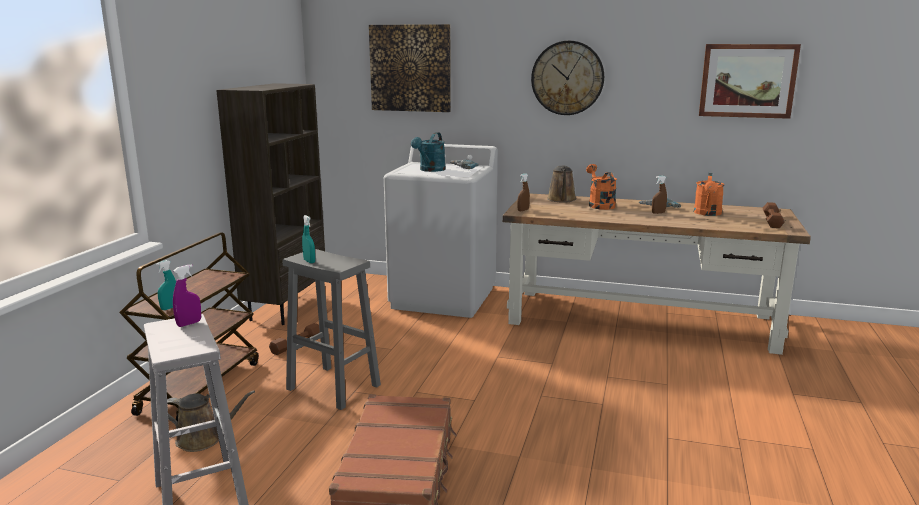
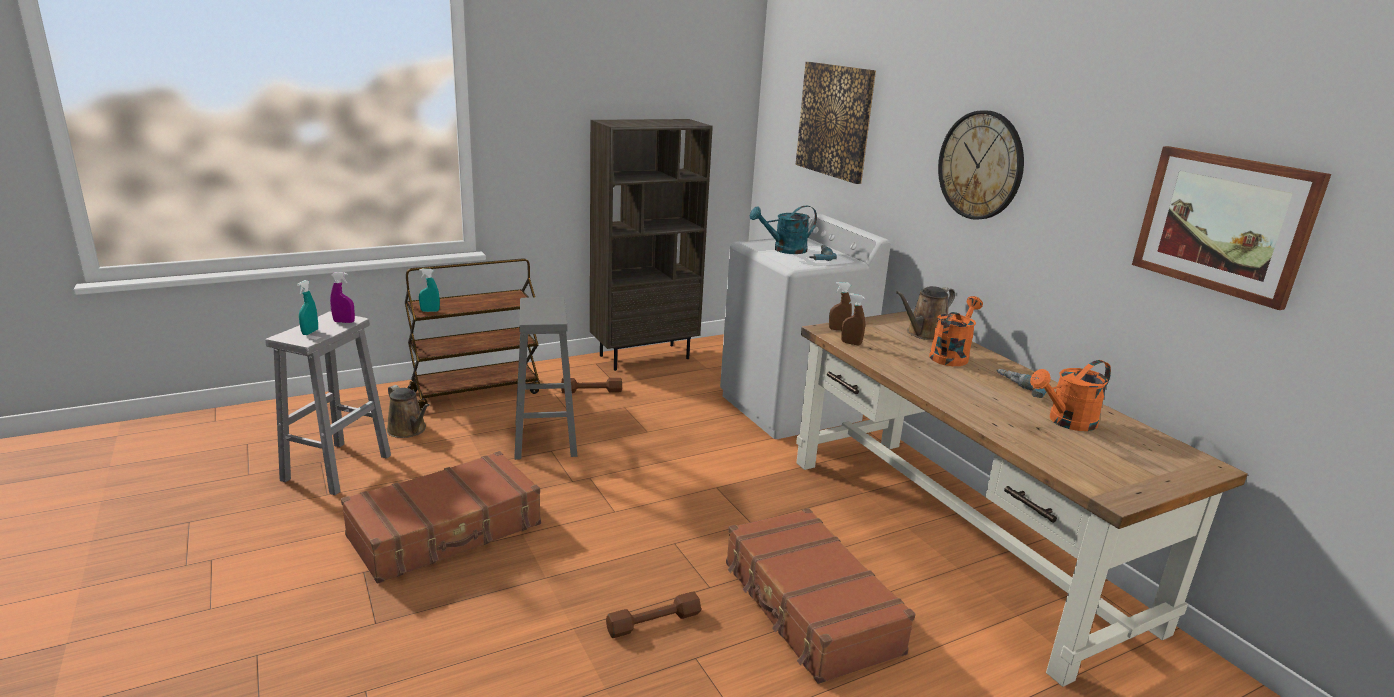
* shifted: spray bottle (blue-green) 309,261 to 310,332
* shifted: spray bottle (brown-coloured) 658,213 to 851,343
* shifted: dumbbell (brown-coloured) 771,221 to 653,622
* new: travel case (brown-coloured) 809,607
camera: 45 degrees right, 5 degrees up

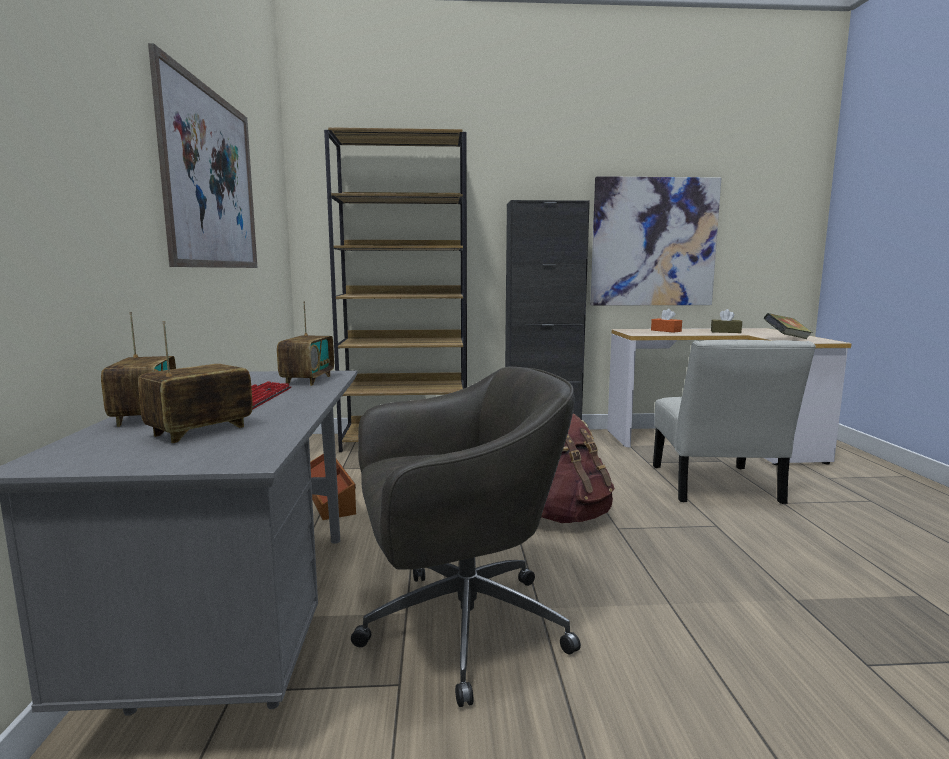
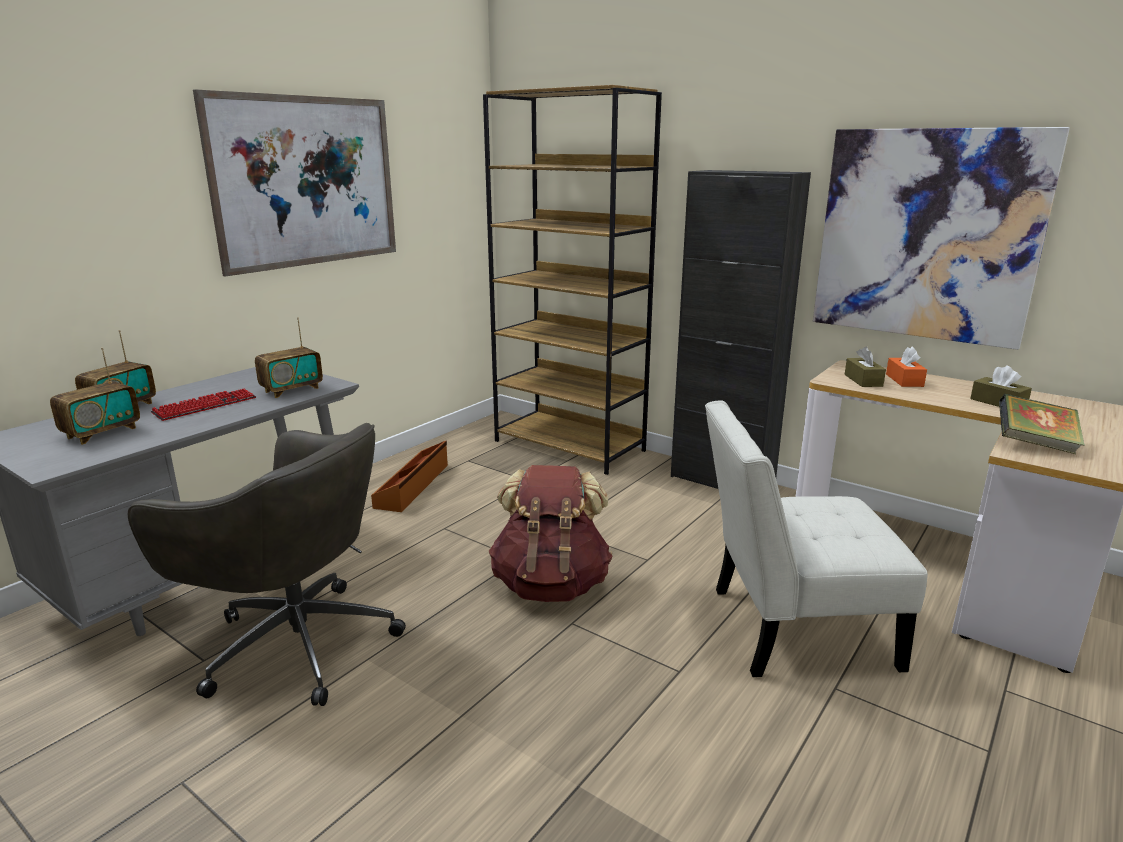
* rotated: radio set 200,431 = 102,433 135 degrees clockwise
* rotated: upright chair (white-coloured) 716,487 = 791,628 45 degrees clockwise
* new: tissue box (brown-coloured) 863,380
camera: 40 degrees right, 10 degrees up

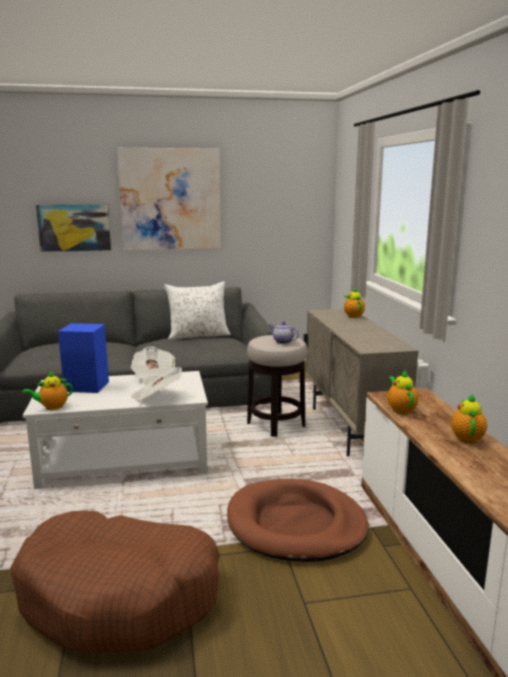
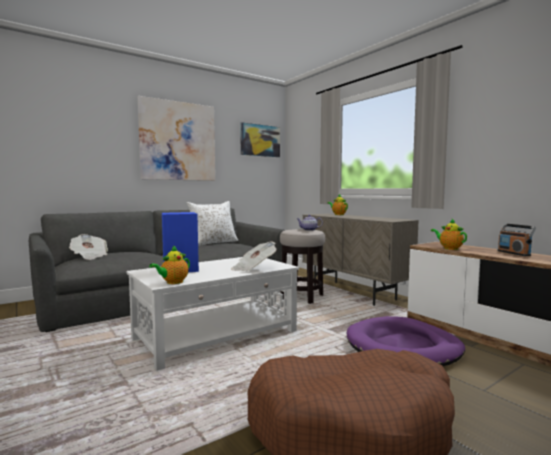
* shifted: wall picture 74,227 to 260,140
* shifted: newspaper 154,378 to 89,256
* repainted: dog cushion (brown-coloured) 296,525 to dog cushion (purple) 403,347
* swapped: tea pot 466,437 to radio set 514,253
camera: 25 degrees left, 10 degrees down

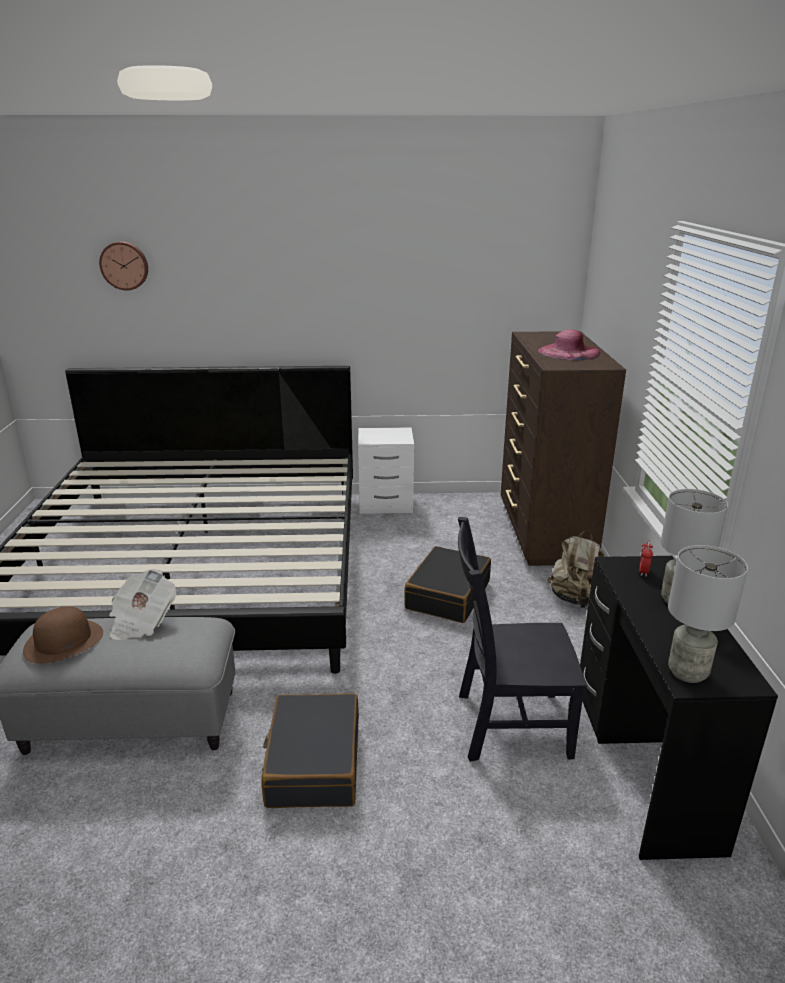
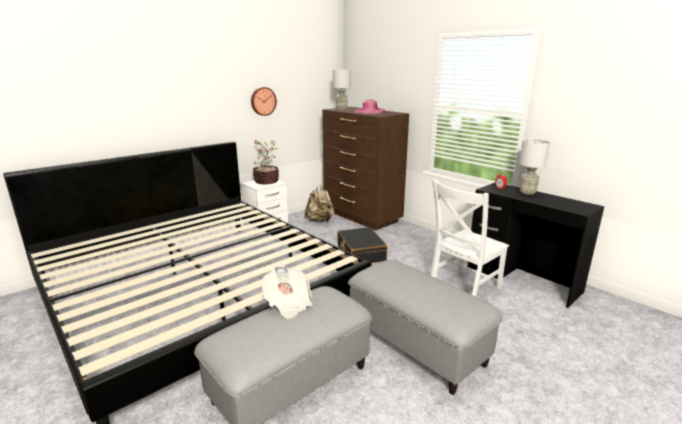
* gone: clothing hat (brown-coloured) 64,641
* shifted: hanging clock 124,265 to 263,101
* swapped: travel case (blackish) 313,763 to ottoman (greyish) 417,345
* repainted: upright chair (blackish) 507,724 to upright chair (white-coloured) 462,289
* shifted: backpack (sand-coloured) 575,599 to 320,221
* shifted: lamp for a table (greyish) 688,672 to 341,109
* new: houseplant 266,181
camera: 40 degrees left, 5 degrees down

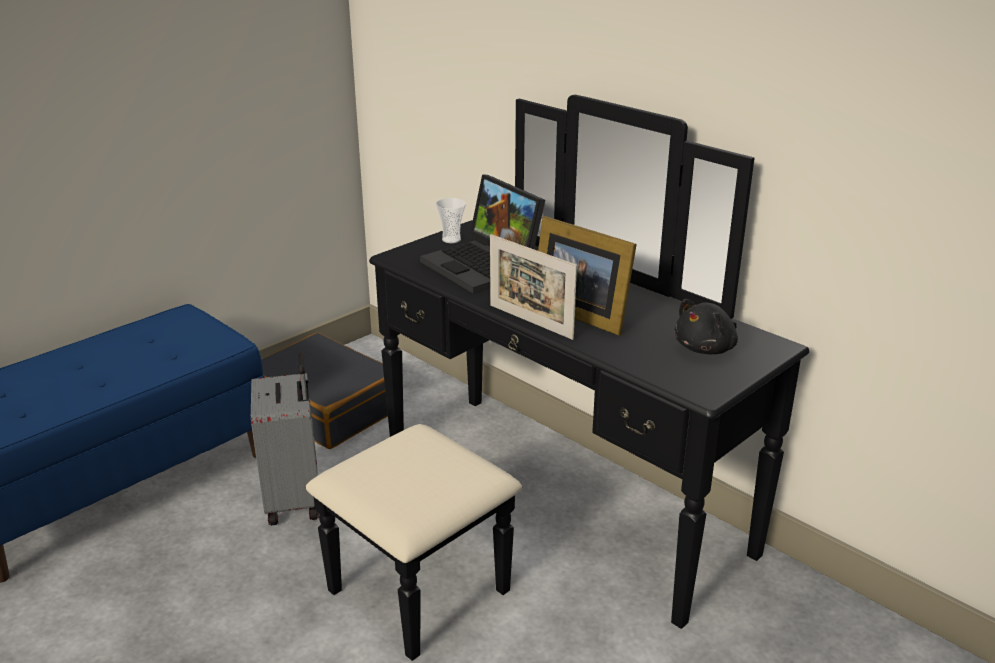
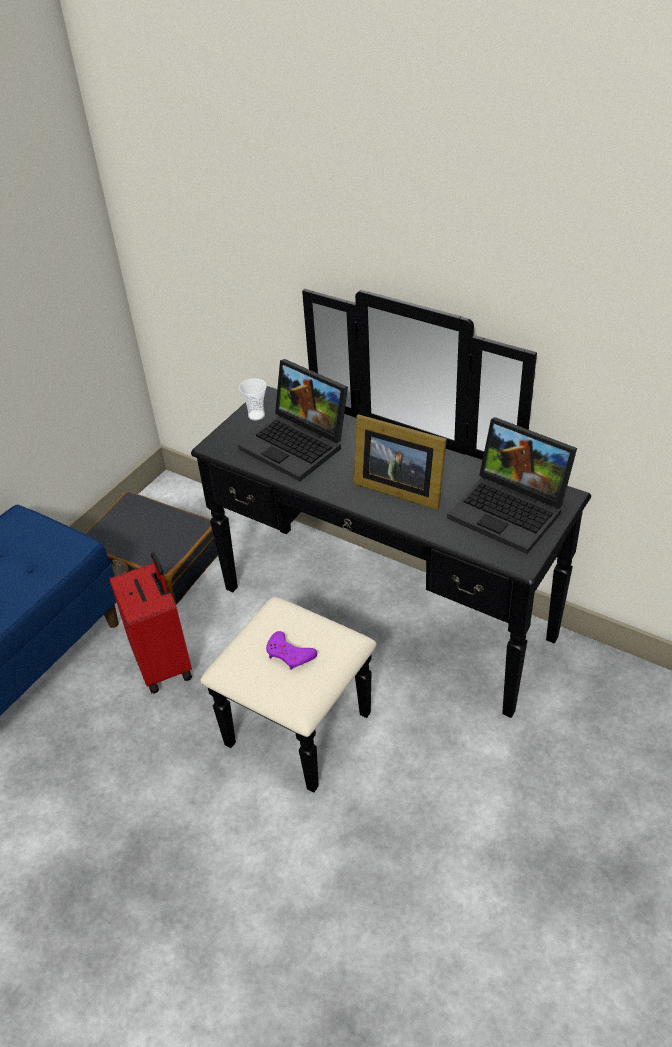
* repainted: travel case (greyish) 295,500 to travel case (red-coloured) 164,663
* gone: standing frame 530,321
* swapped: plush toy (blackish) 706,348 to laptop 511,511
* new: game controller (purple) 289,654
camera: 10 degrees left, 15 degrees up

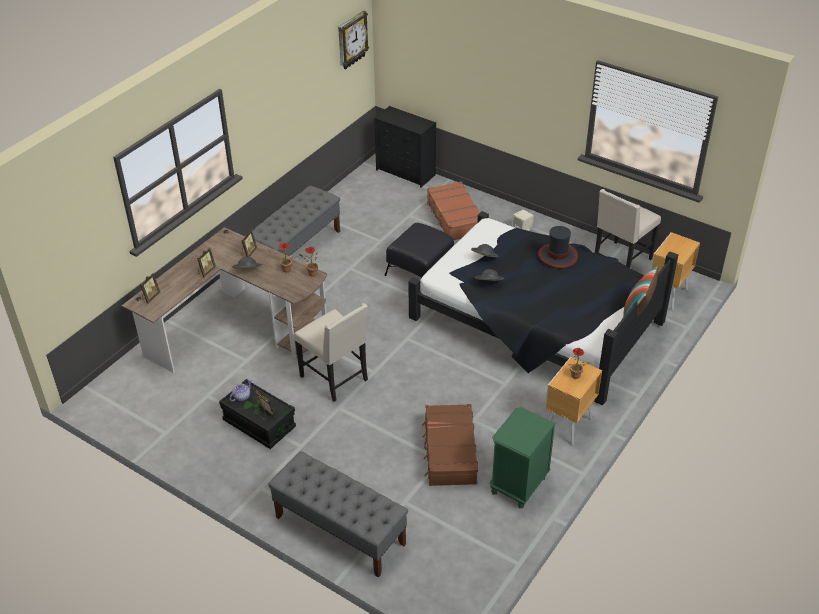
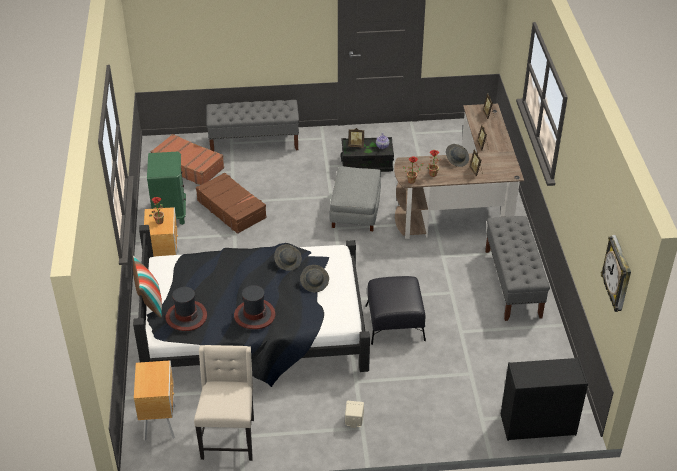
* swapped: upright chair (sand-coloured) 336,378 to ottoman (greyish) 355,211
* shifted: travel case (brown-coloured) 454,218 to 188,166
* new: clothing hat 186,316
camera: 140 degrees right, 0 degrees up

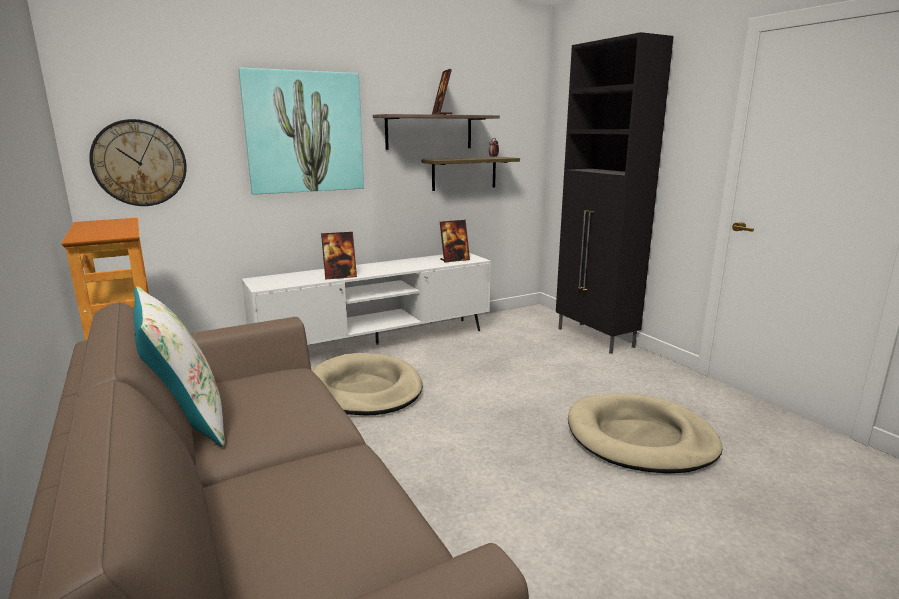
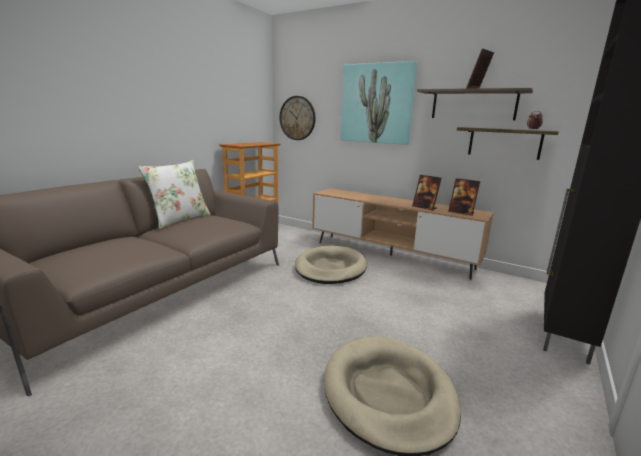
* repainted: tv stand (white-coloured) 377,344 to tv stand (brown-coloured) 390,255
* shifted: standing frame 340,276 to 424,207
camera: 60 degrees right, 0 degrees up

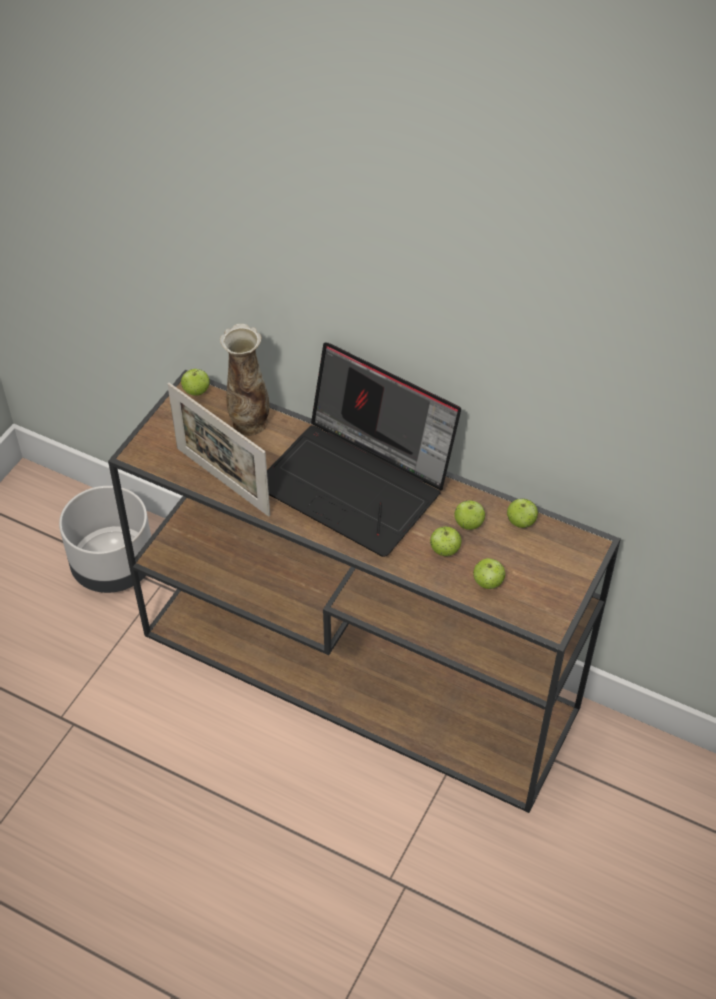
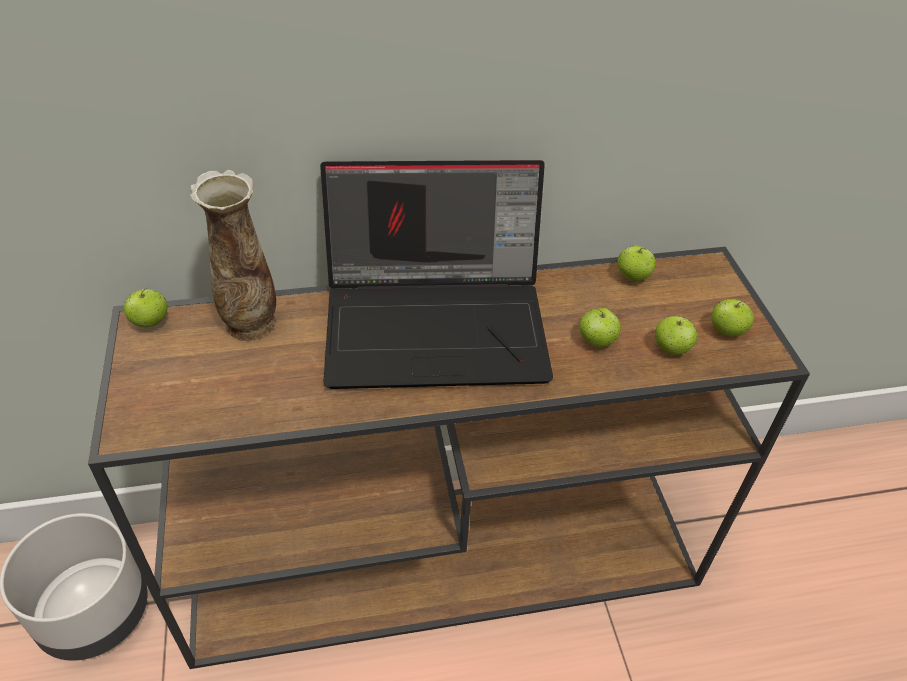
* gone: standing frame 222,481
* shifted: whole apple 468,524 to 726,331
camera: 40 degrees left, 5 degrees down

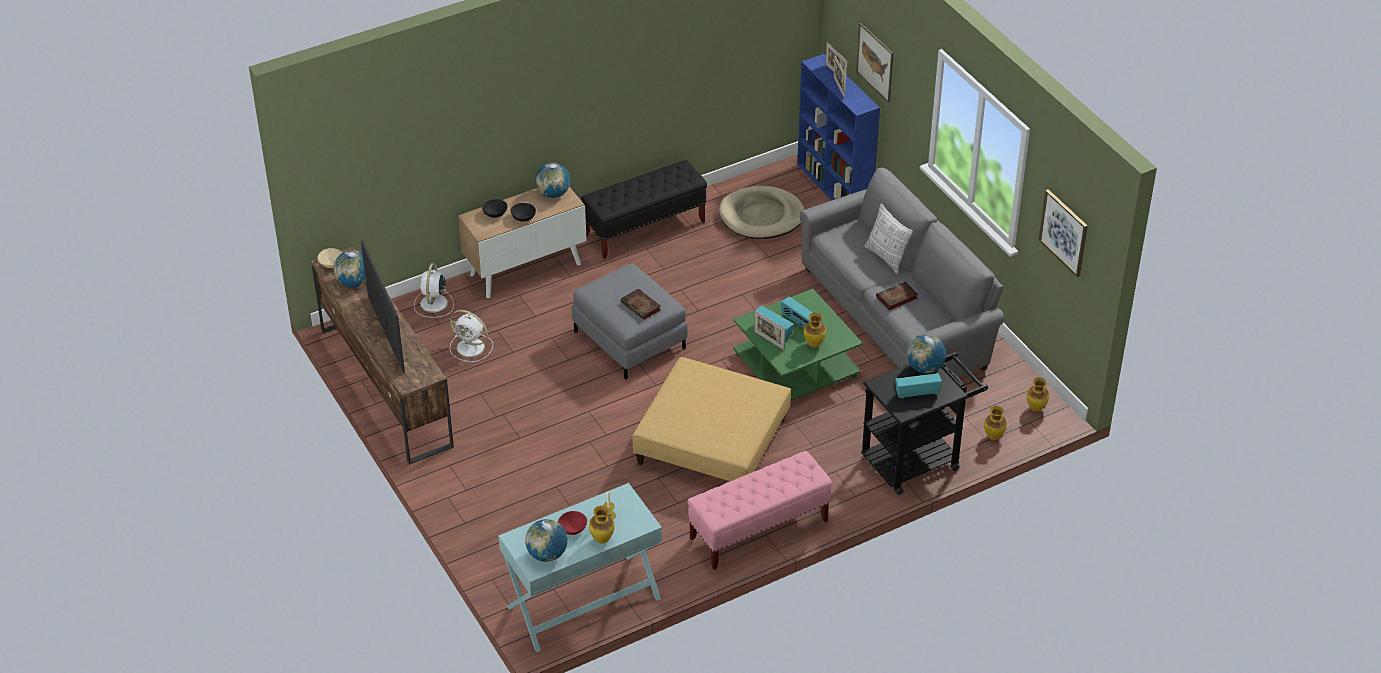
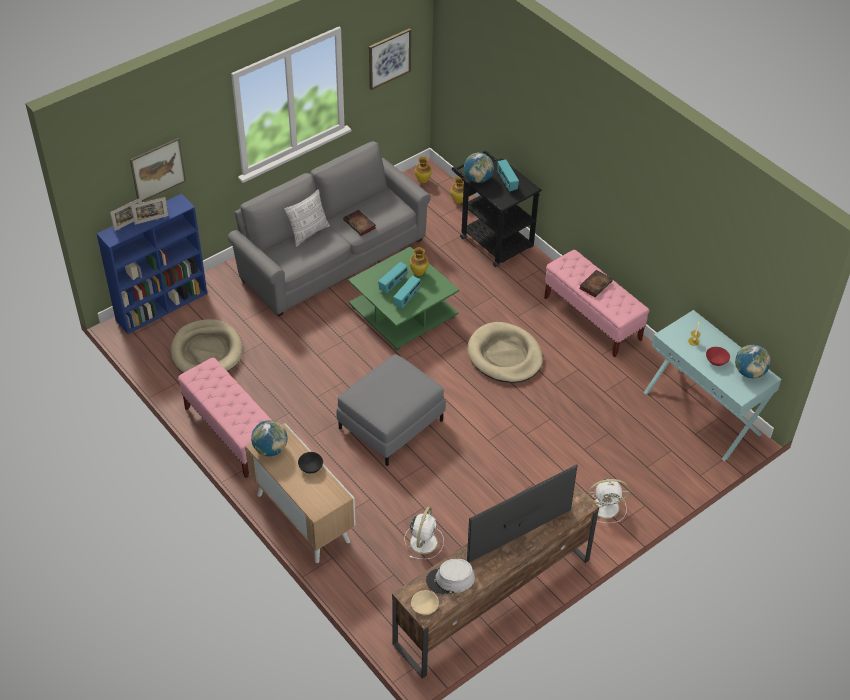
* swapped: globe 354,282 to clothing hat (greyish) 450,580
* shifted: electric fan (white-coloured) 433,304 to 607,507
* gone: serving bowl (blackish) 495,214
* repainted: long seat (blackish) 645,228 to long seat (pinkish) 231,433
* gone: decorative vase 601,540
* shifted: bound book 642,306 to 595,284
* swapped: ottoman (sand-coloured) 711,442 to dog cushion (sand-coloured) 505,356
* gone: standing frame 769,340
camera: 100 degrees left, 5 degrees up

